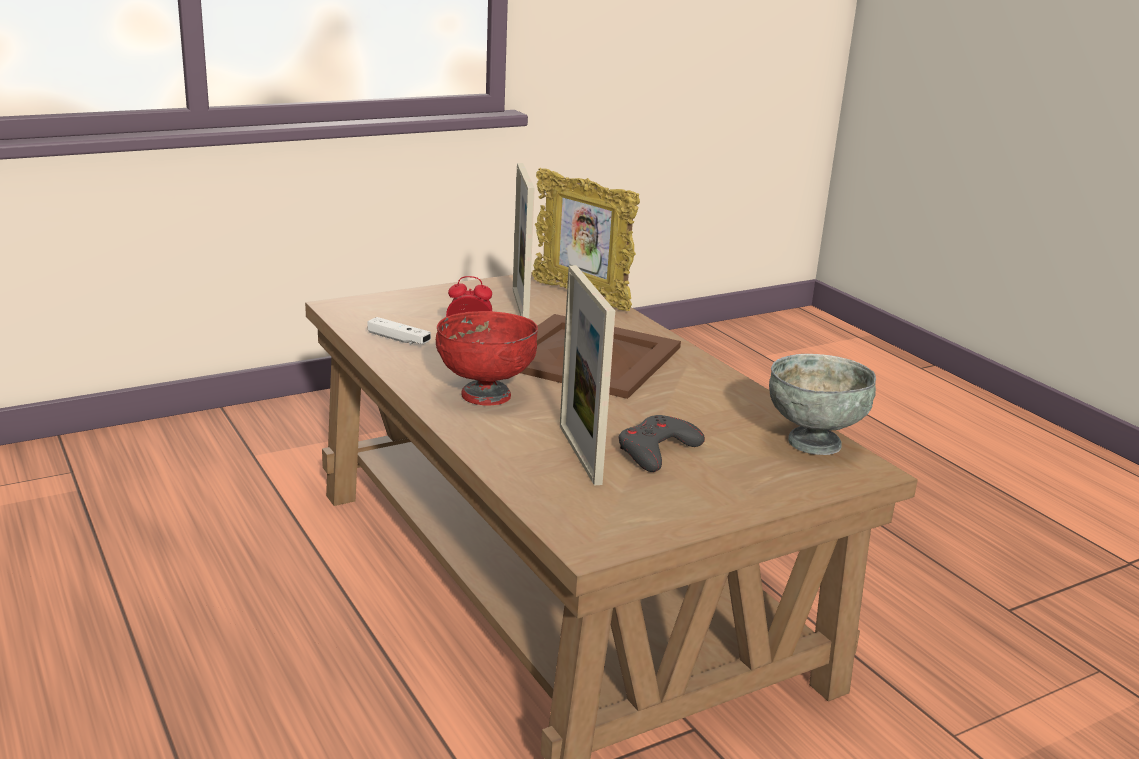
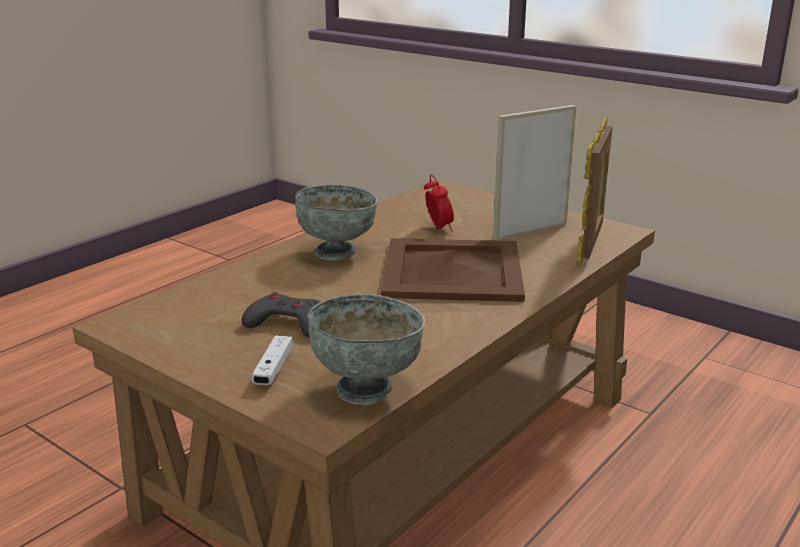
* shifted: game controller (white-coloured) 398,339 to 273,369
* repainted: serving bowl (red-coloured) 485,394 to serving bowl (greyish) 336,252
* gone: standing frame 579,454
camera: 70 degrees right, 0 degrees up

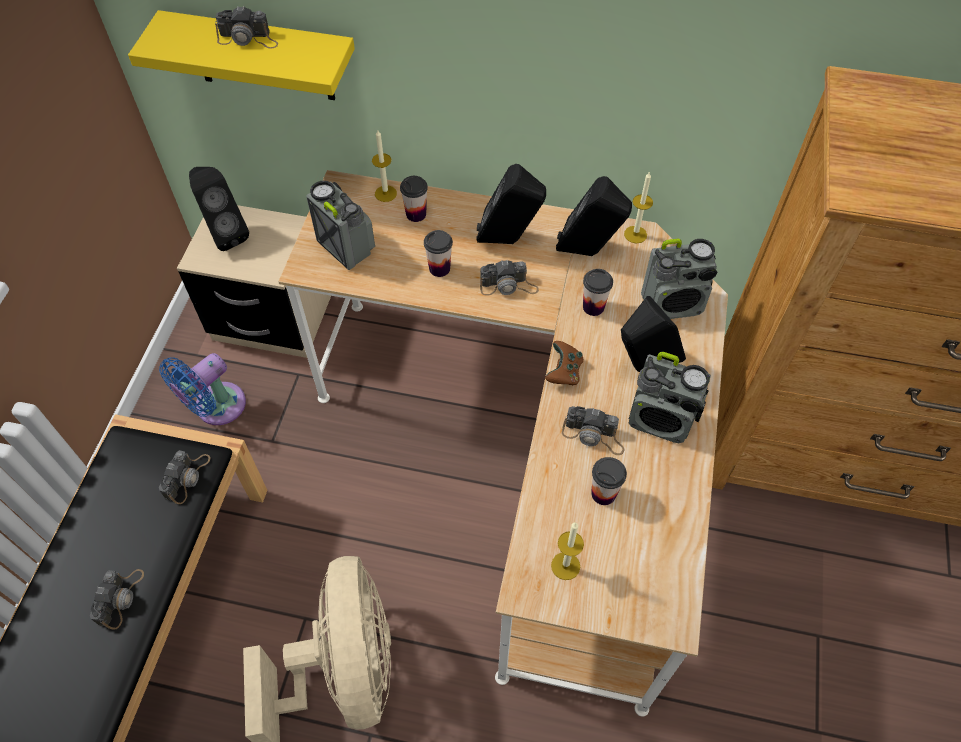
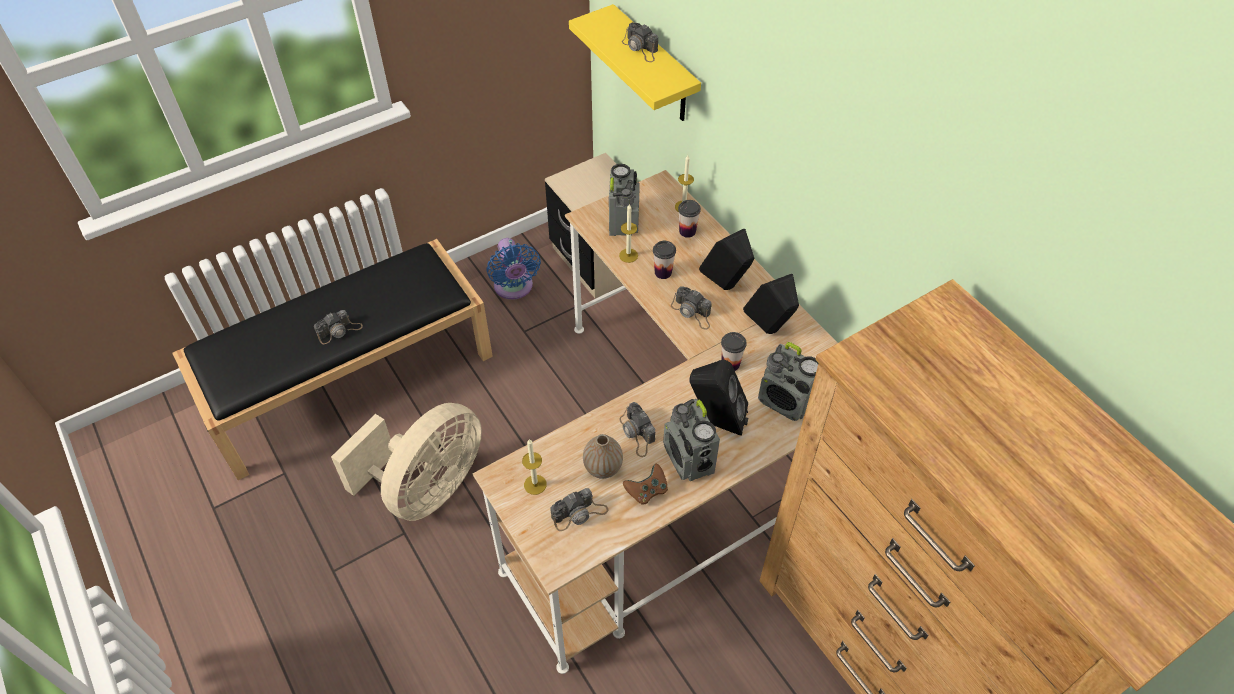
* rotated: electric fan (bluish) 216,407 = 514,288 105 degrees counterclockwise
* shifted: photo camera 187,477 to 579,513
* gone: audio speaker (blackish) 225,234
* shifted: game controller (brown-coloured) 564,372 to 646,491
* swapped: cup 603,493 to decorative vase 603,468
* shifted: candle 635,234 to 628,255
camera: 45 degrees right, 5 degrees down

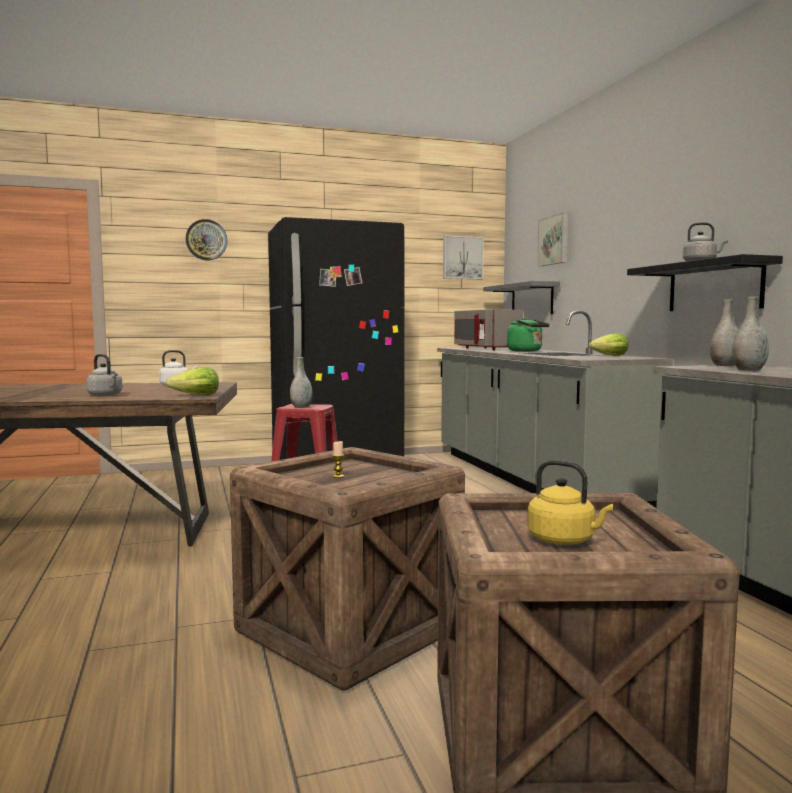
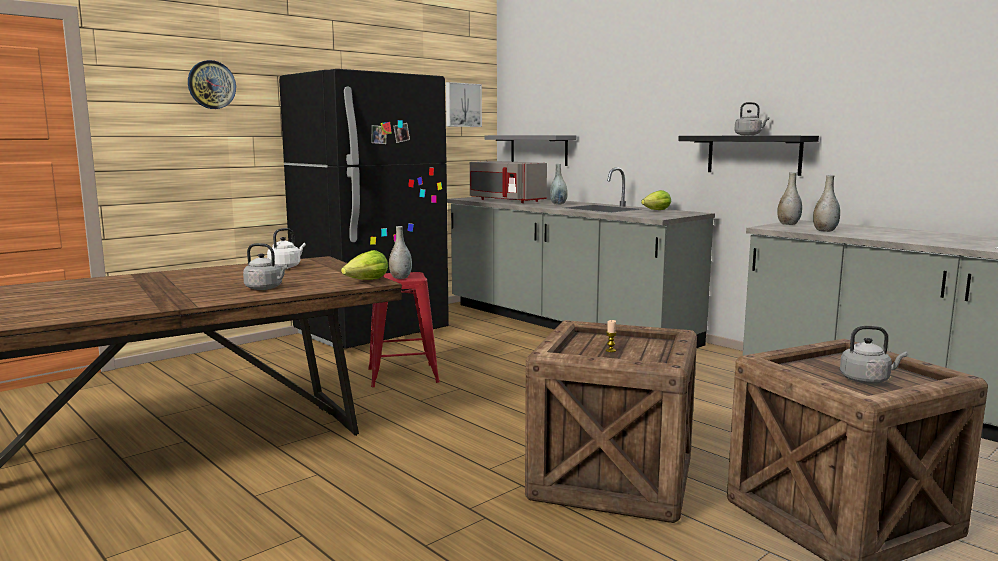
* swapped: water kettle (green-coloured) 526,351 to decorative vase (greyish) 558,204
* repainted: water kettle (yellowish) 564,540 to water kettle (greyish) 867,380
* gone: wall picture 554,240
camera: 25 degrees left, 5 degrees up

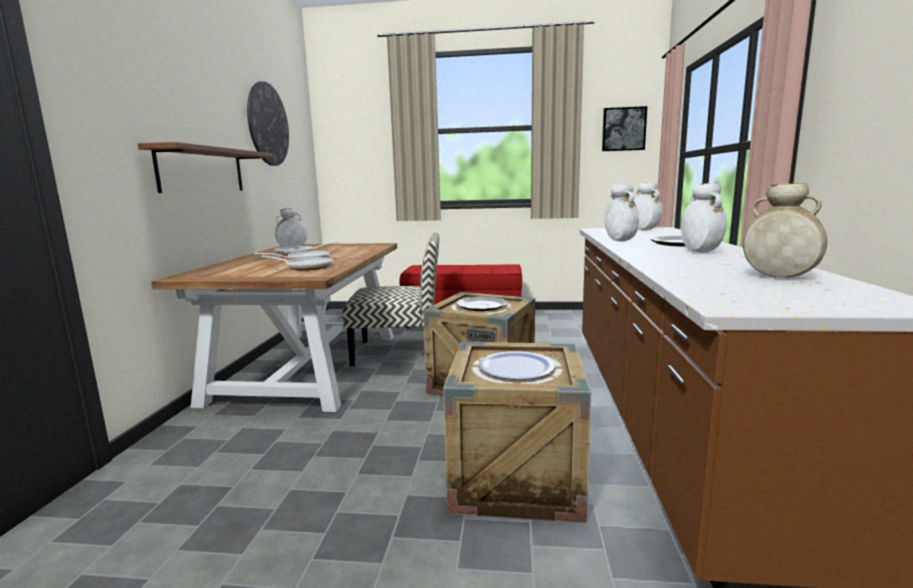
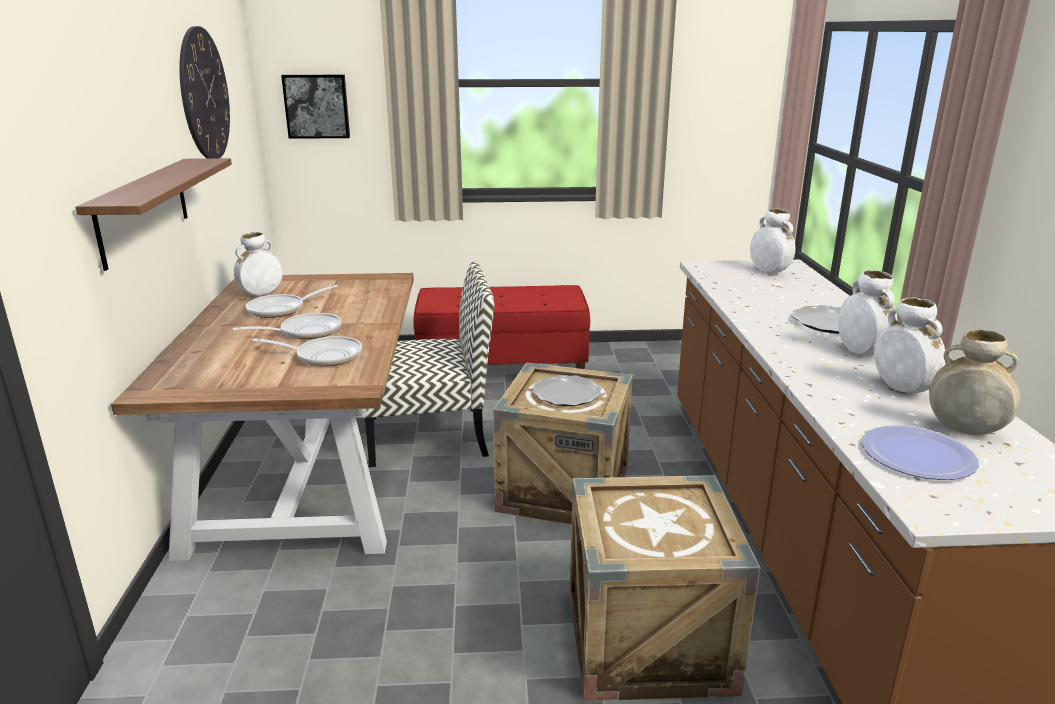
* shifted: plate 516,367 to 917,455
* shifted: wall picture 623,129 to 317,106
* shifted: decorative vase (white-coloured) 620,241 to 902,389
camera: 10 degrees left, 10 degrees up

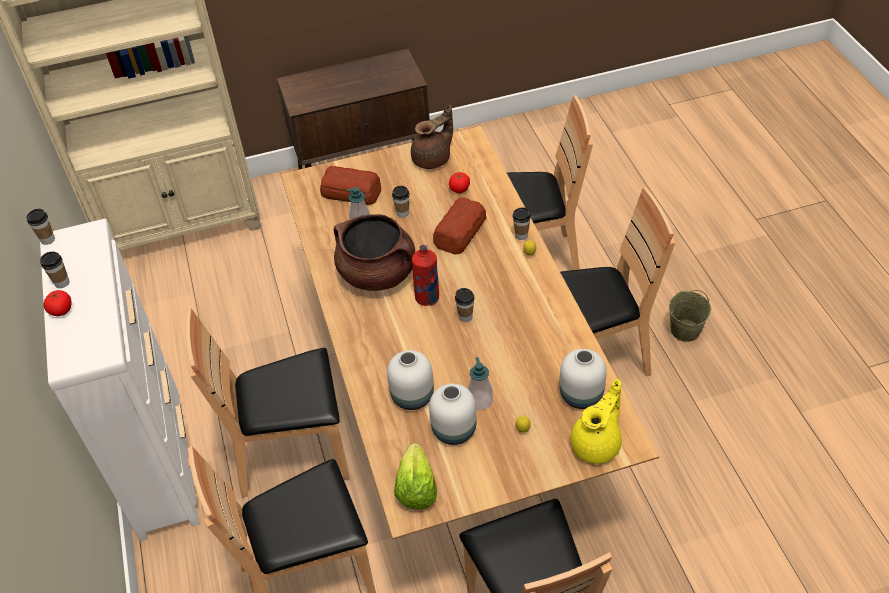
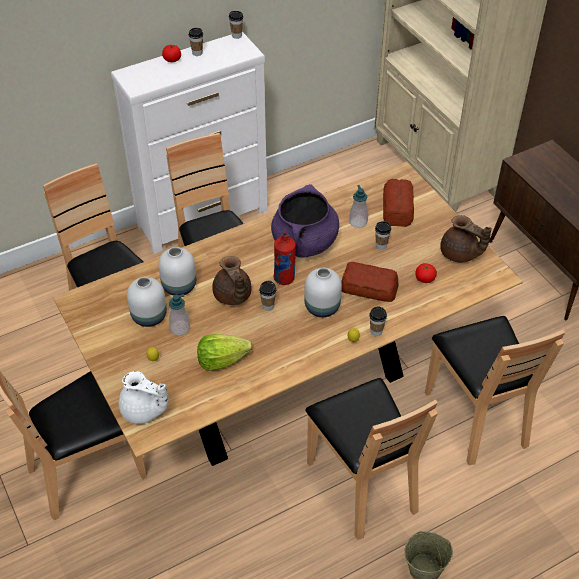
* repainted: saucepot (brown-coloured) 378,274 to saucepot (purple) 305,243
* shifted: head of lettuce 416,488 to 222,360
* shifted: decorative vase (white-coloured) 582,396 to 321,307
* repainted: tea pot (yellowish) 597,444 to tea pot (white-coloured) 144,411
* new: tea pot (brown-coloured) 232,296
camera: 75 degrees right, 0 degrees up

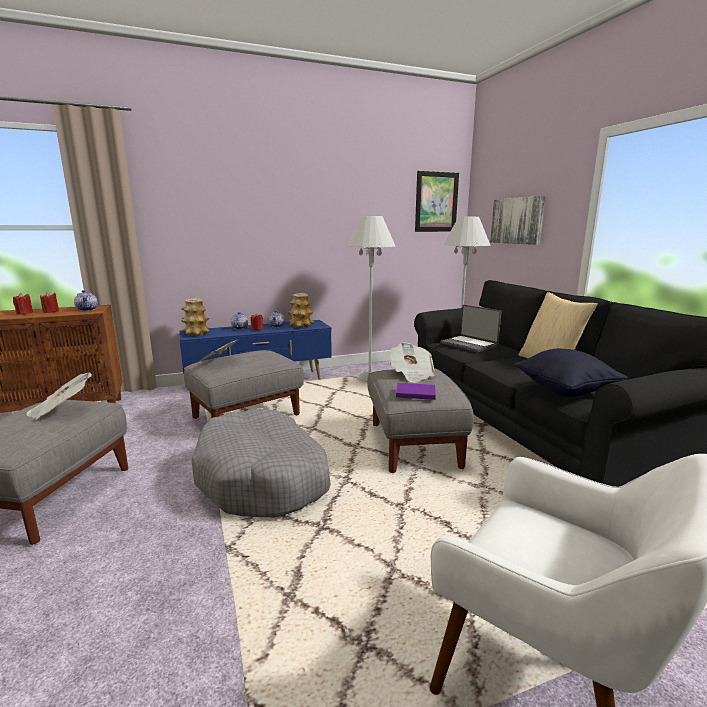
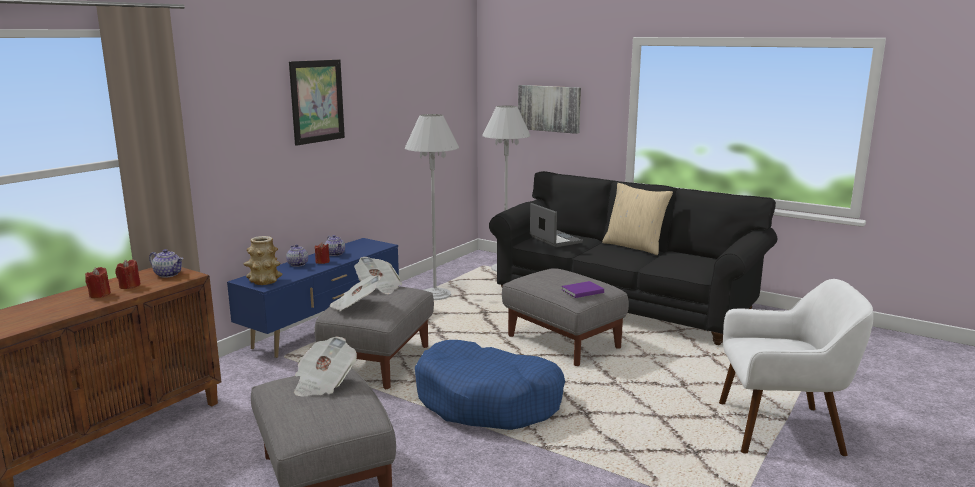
* repainted: dog cushion (greyish) 263,478 to dog cushion (bluish) 488,401
* gone: decorative vase 300,326
* shifted: newspaper 411,374 to 379,287
* shifted: wall picture 436,202 to 317,101
* rotated: laptop 469,344 = 554,240 135 degrees counterclockwise
* gone: cushion (blackish) 565,391
camera: 35 degrees left, 0 degrees up

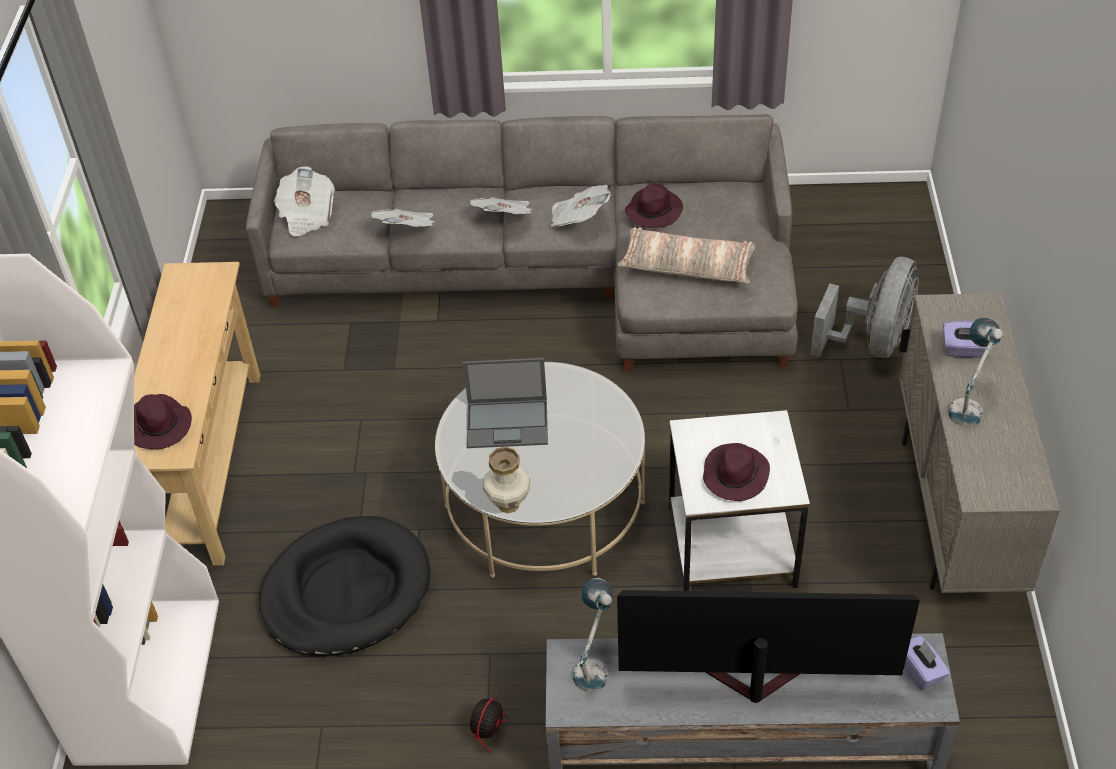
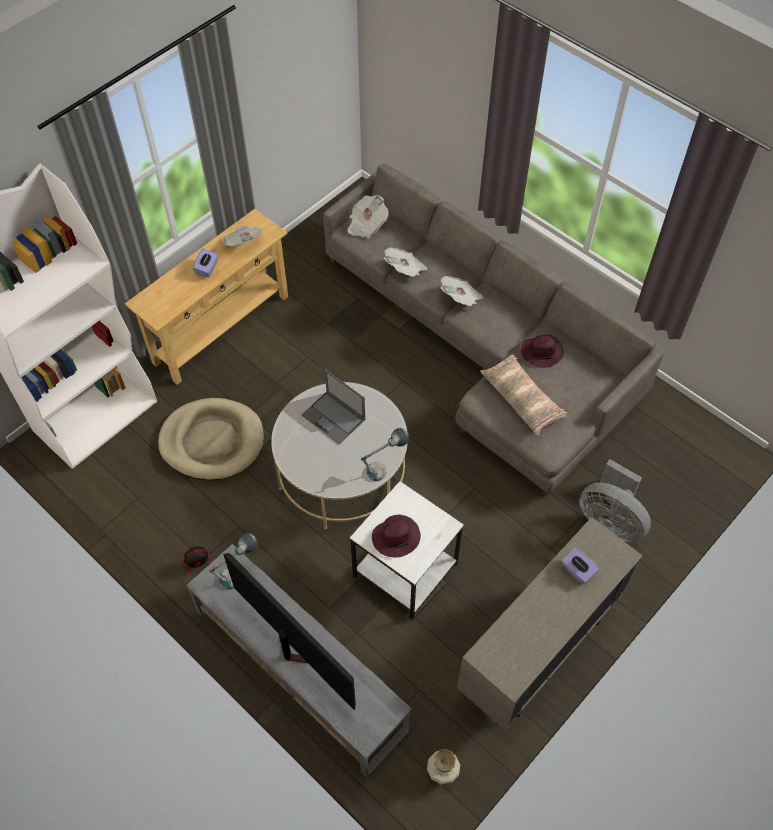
* gone: clothing hat (purple) 160,426
* repainted: dog cushion (blackish) 346,591 to dog cushion (sand-coloured) 212,441
* shifted: decorative vase 508,504 to 442,772
* shifted: newspaper 579,218 to 243,243
* rotated: electric fan (greyish) 872,342 = 610,520 60 degrees clockwise
* shifted: tissue box (purple) 920,671 to 207,269
* shifted: lamp for a table 968,403 to 384,468
camera: 40 degrees right, 10 degrees up

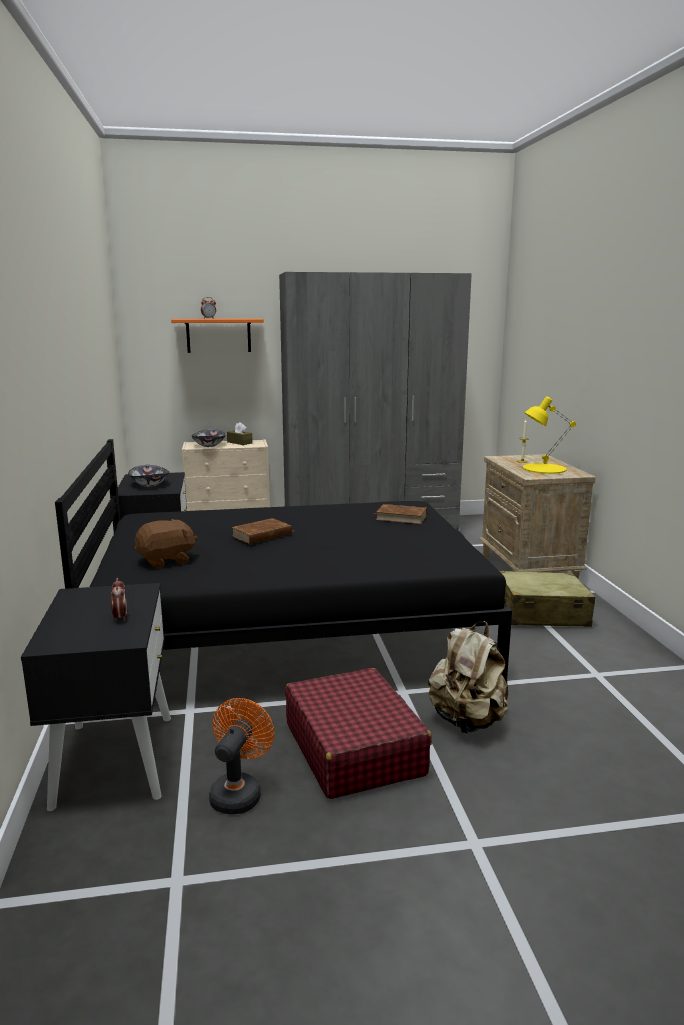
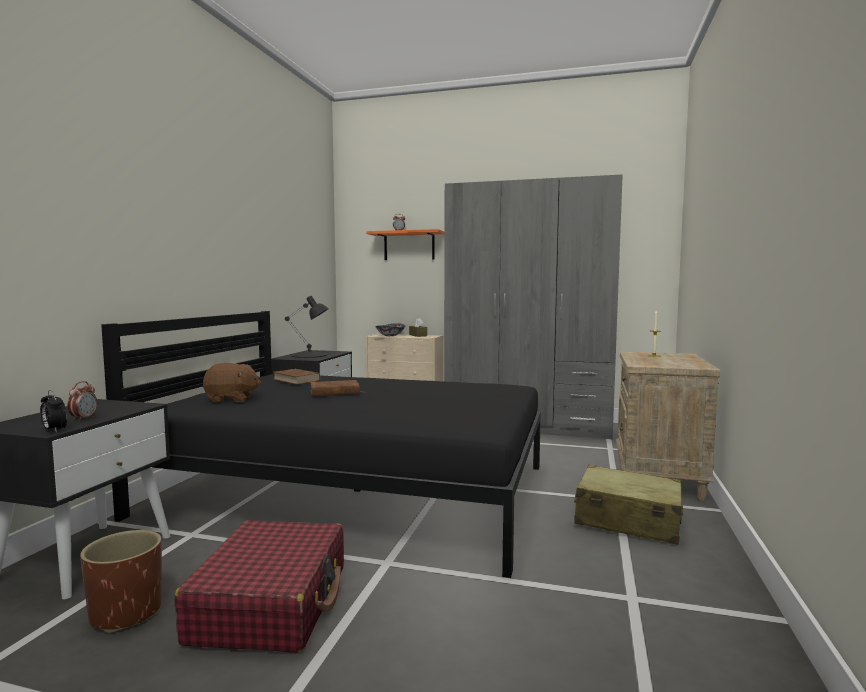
* swapped: serving bowl 150,484 to lamp for a table (blackish) 309,355
* swapped: electric fan (orangey) 239,792 to planter (brown-coloured) 125,613
* shifted: bound book (brown-coloured) 401,517 to 296,380
* gone: backpack (sand-coloured) 468,721
* gone: lamp for a table (yellowish) 543,468
* new: bedside clock 54,430
camera: 25 degrees right, 10 degrees down

